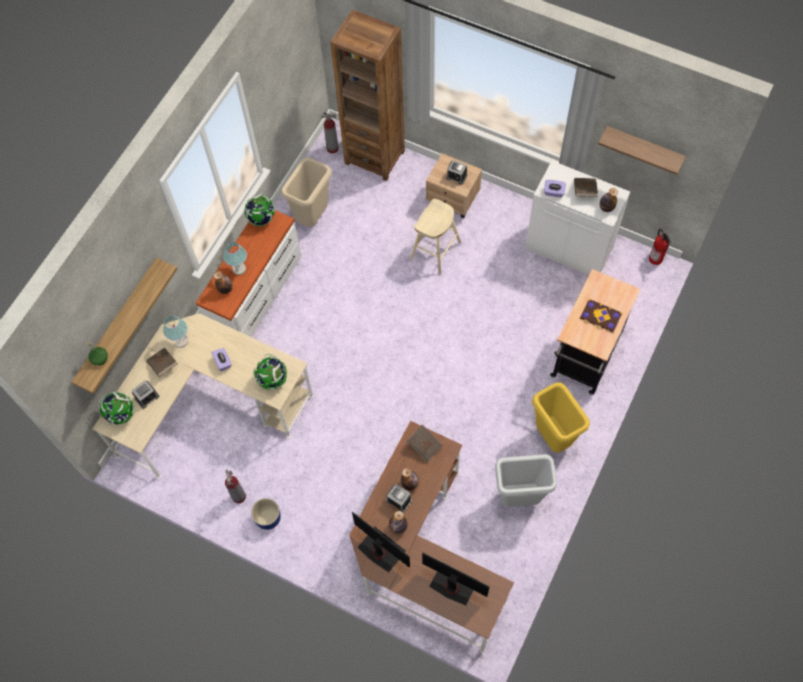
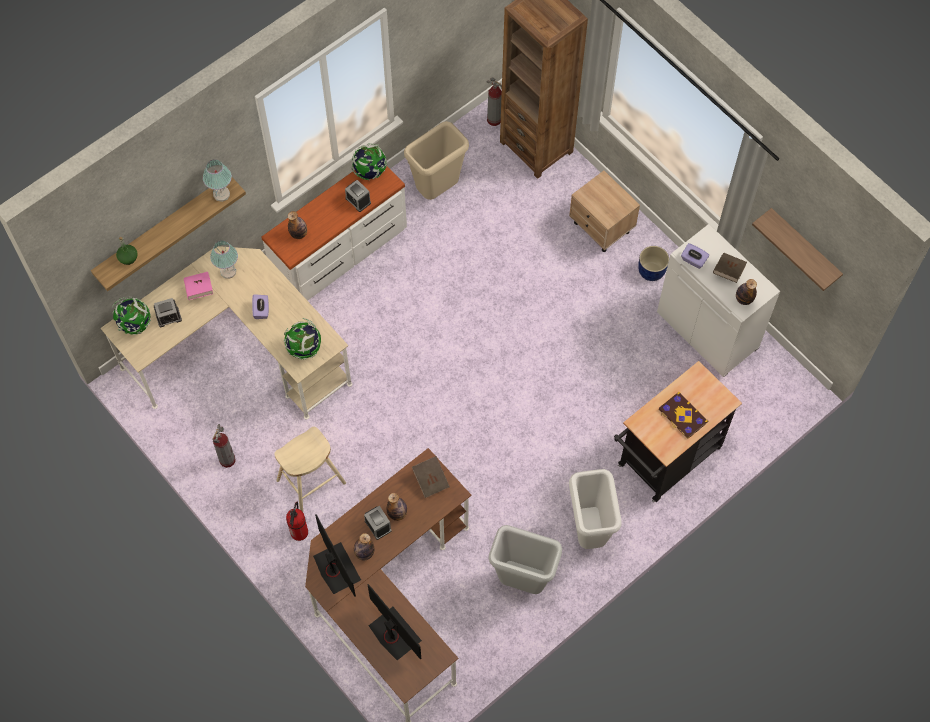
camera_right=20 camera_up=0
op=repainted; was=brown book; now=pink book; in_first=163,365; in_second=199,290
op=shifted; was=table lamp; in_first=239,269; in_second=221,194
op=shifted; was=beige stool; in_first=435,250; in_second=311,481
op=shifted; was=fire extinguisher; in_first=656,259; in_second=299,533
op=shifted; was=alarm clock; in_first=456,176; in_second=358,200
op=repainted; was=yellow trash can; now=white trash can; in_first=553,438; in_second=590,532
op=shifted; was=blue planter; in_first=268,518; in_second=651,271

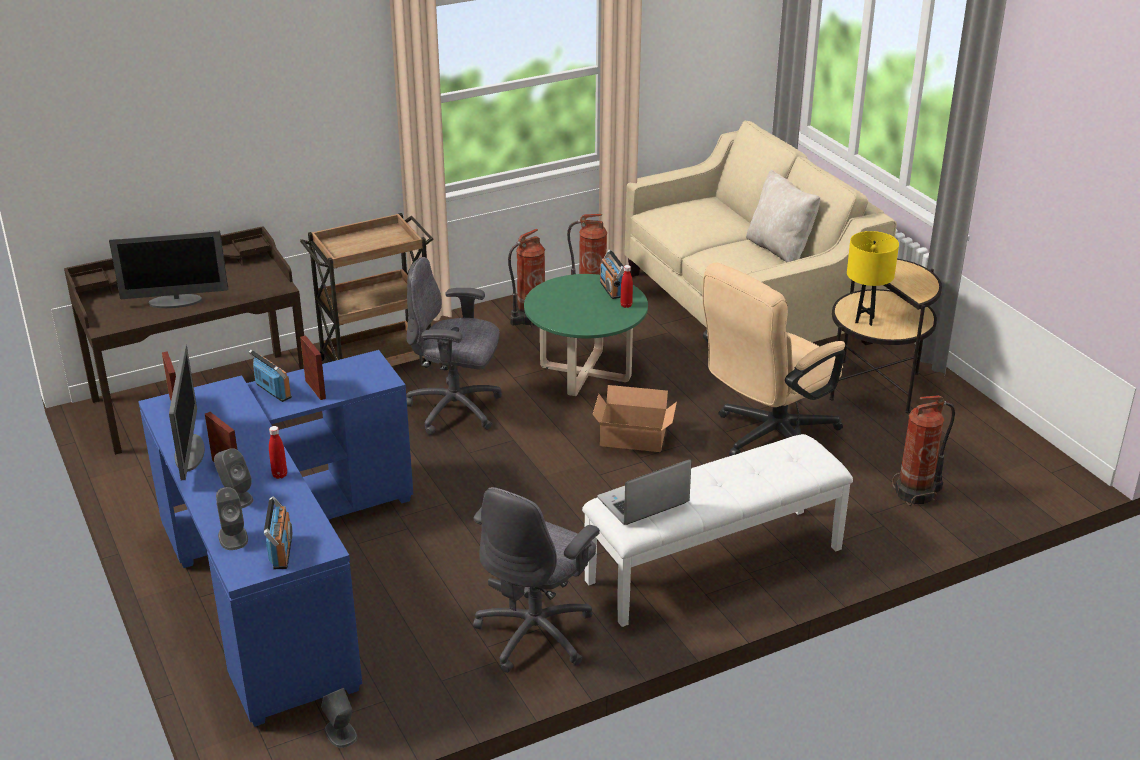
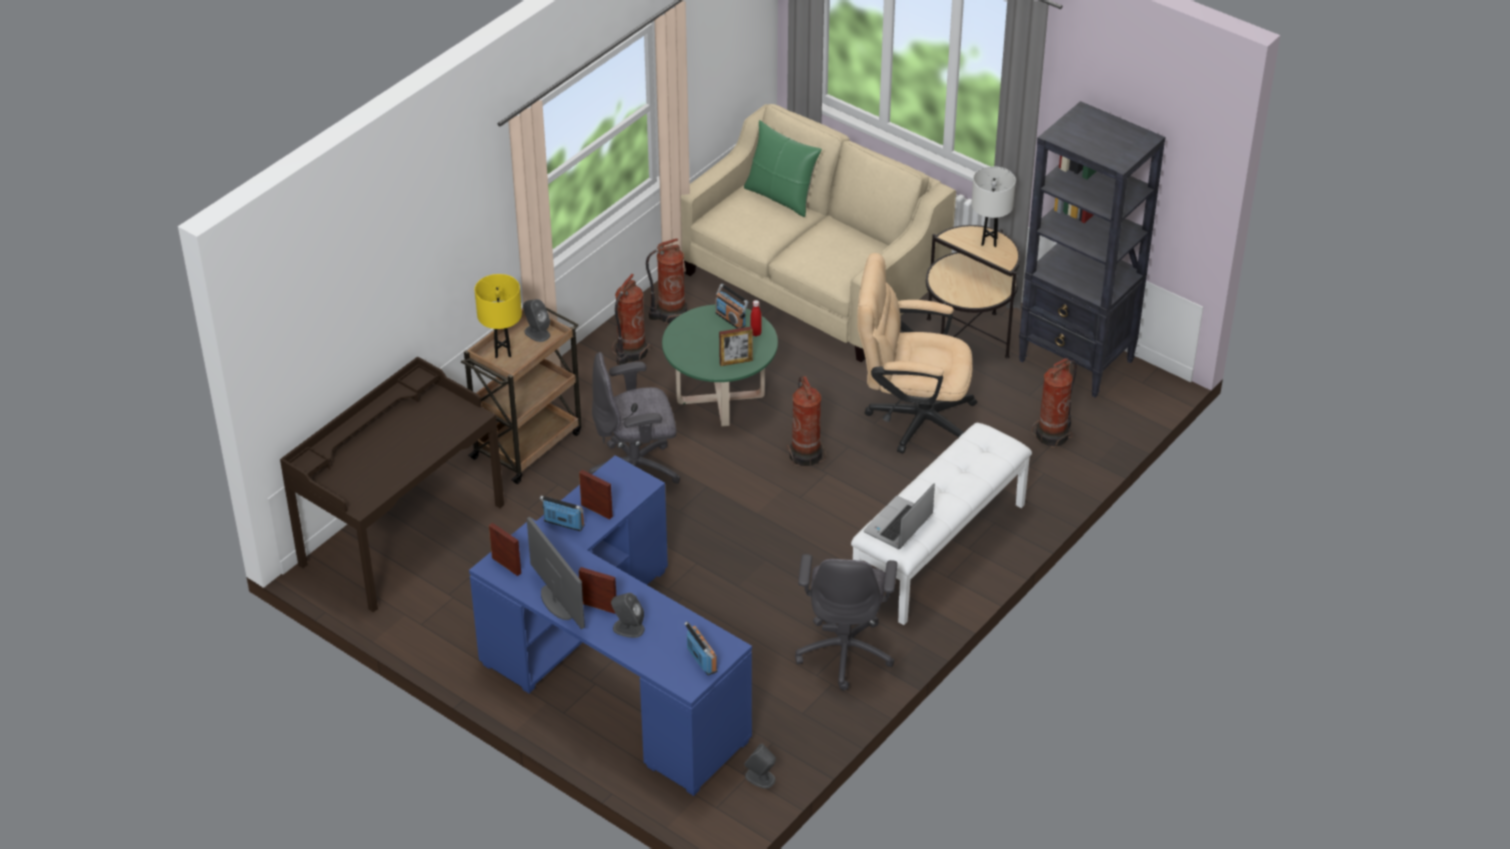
camera_right=-25 camera_up=10
op=shifted; was=yellow table lamp; in_first=864,320; in_second=502,352
op=shifted; was=grey speaker; in_first=233,537; in_second=537,333
op=new; now=picture frame; in_second=736,362
op=new; now=green pillow; in_second=781,197
op=swapped; was=cardboard box; now=fire extinguisher; in_first=634,439; in_second=805,454
op=rotated; was=beige office chair; in_first=767,437; in_second=911,418; clockwise=75
op=new; now=white table lamp; in_second=989,242
op=new; now=black bookcase; in_second=1077,361
op=gone; was=monitor; in_first=176,302
op=gone; was=red bottle; in_first=279,475
op=gone; was=beige pillow; in_first=780,250

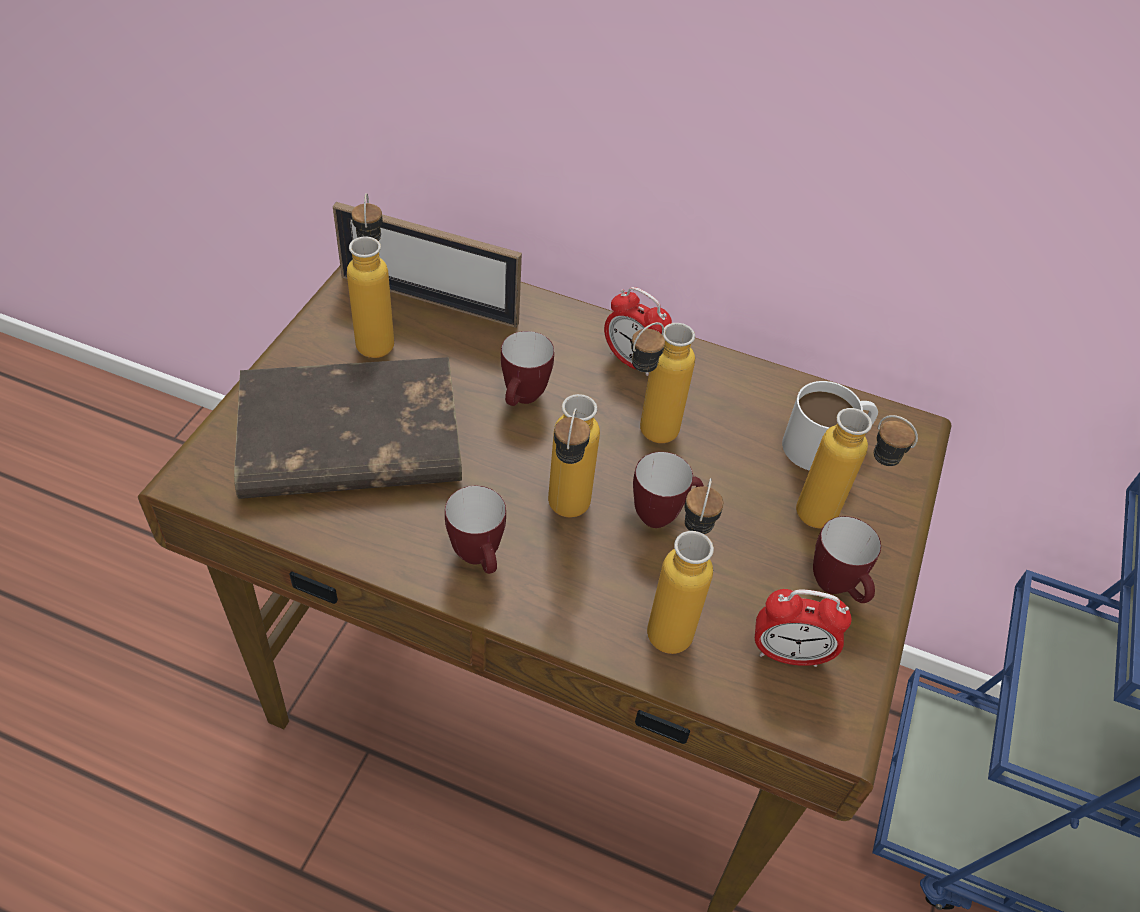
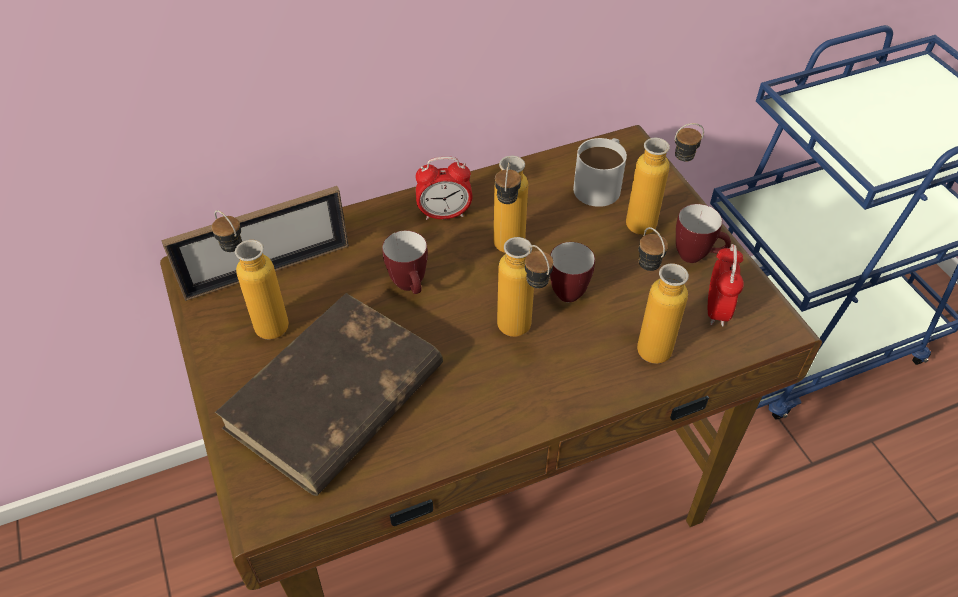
camera_right=-40 camera_up=0
op=rotated; was=alarm clock; in_first=788,654; in_second=716,310; clockwise=-45
op=gone; was=mug; in_first=479,559

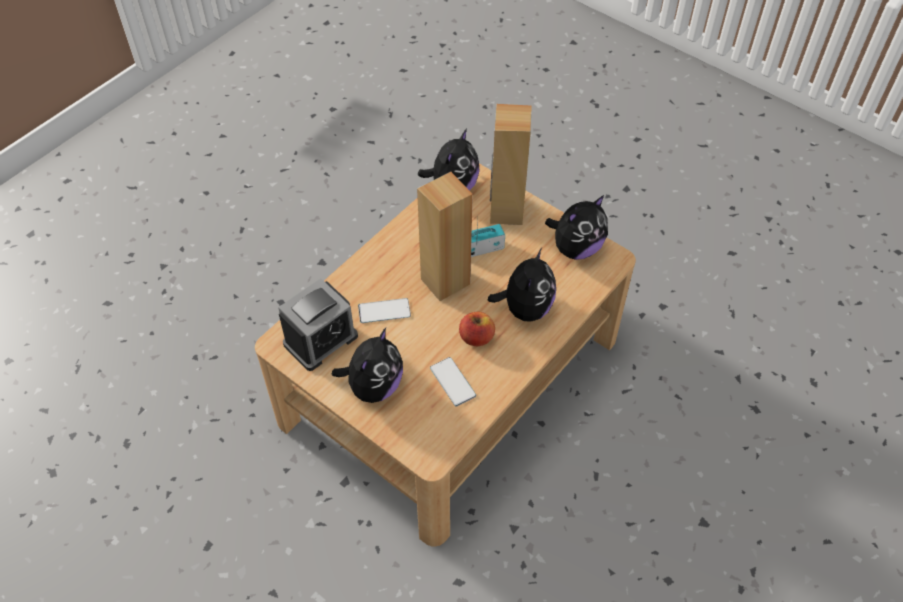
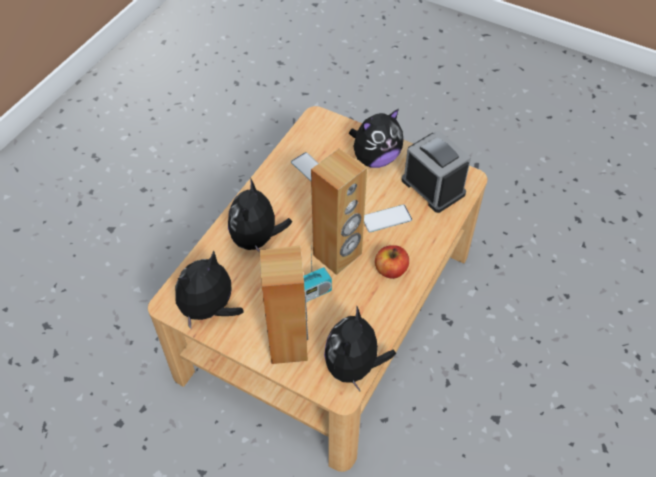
camera_right=170 camera_up=0
op=rotated; was=plush toy; in_first=374,386; in_second=375,158; clockwise=-135
op=shifted; was=apple; in_first=476,337; in_second=391,270
op=rotated; was=alarm clock; in_first=320,340; in_second=433,187; clockwise=105

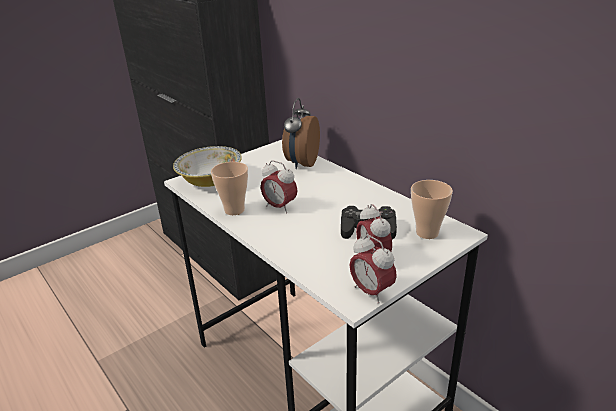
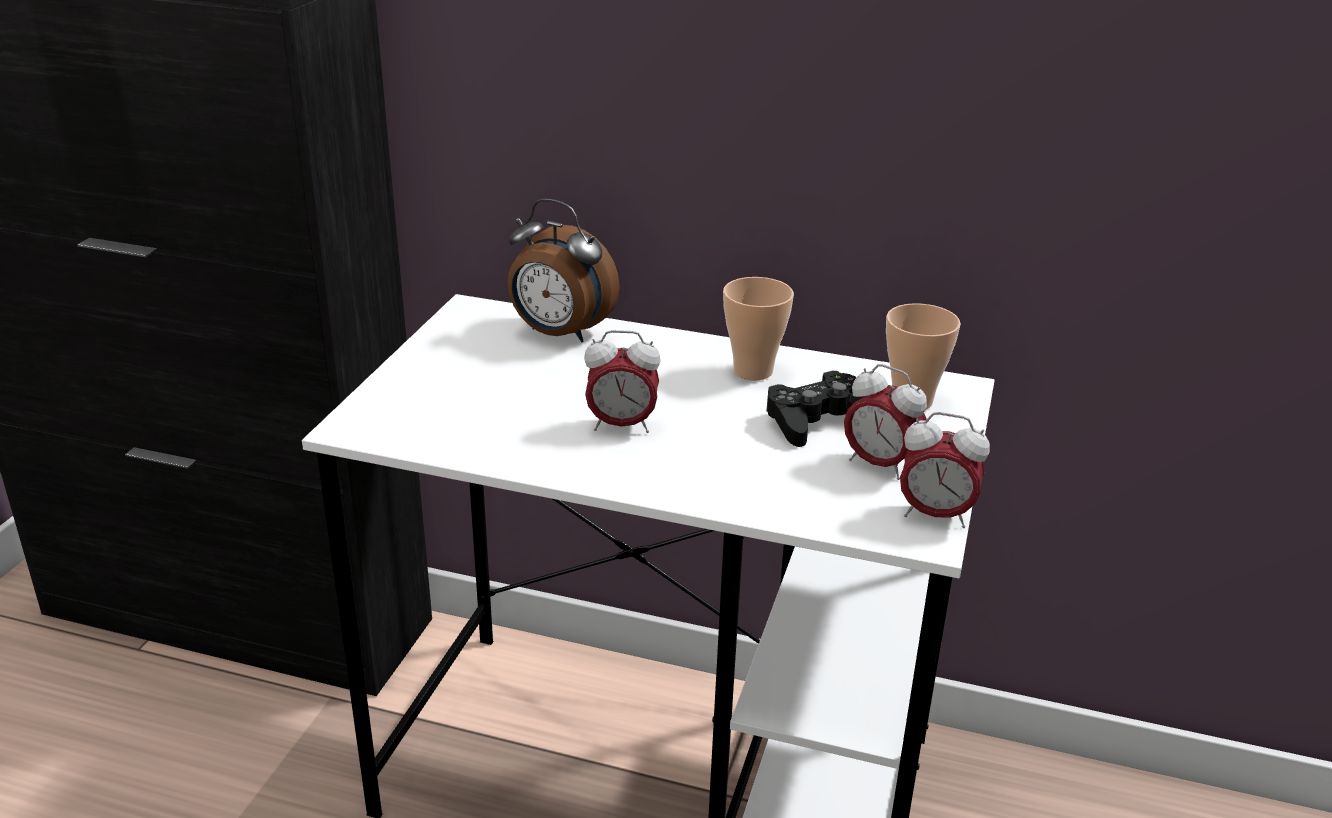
camera_right=-35 camera_up=0
op=rotated; was=alarm clock; in_first=301,163; in_second=559,334; clockwise=-45
op=shifted; was=cup; in_first=234,210; in_second=753,371
op=gone; was=bowl; in_first=210,181

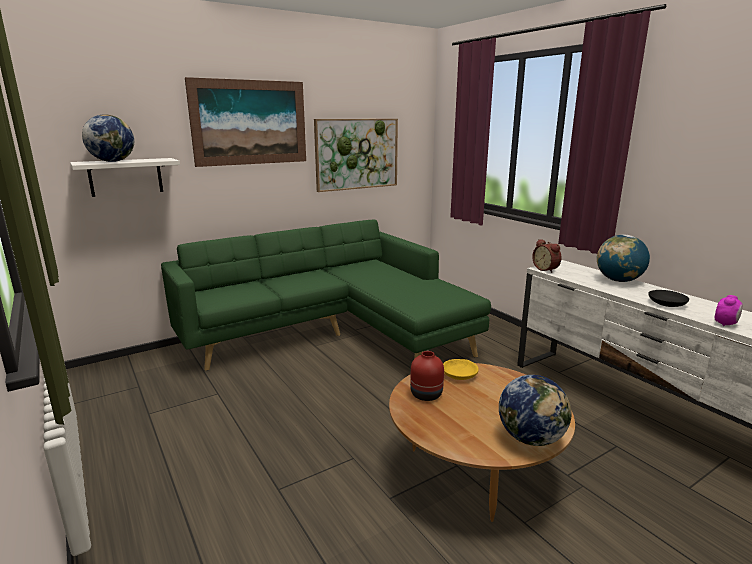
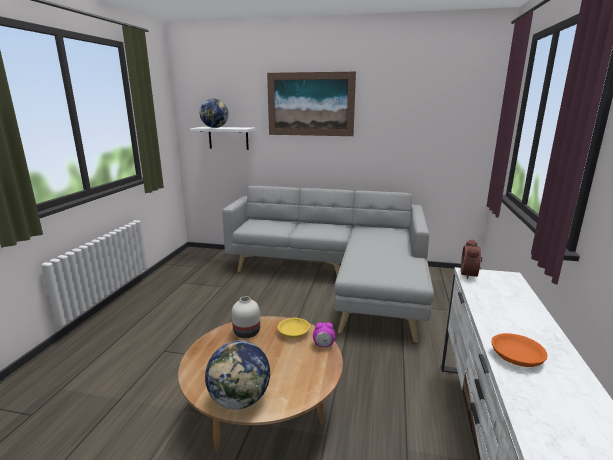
camera_right=45 camera_up=0
op=repainted; was=green sofa; now=grey sofa; in_first=338,336; in_second=339,281
op=repainted; was=red vase; now=white vase; in_first=426,395; in_second=246,333
op=shifted; was=alarm clock; in_first=725,324; in_second=323,345
op=repainted; was=black bowl; now=orange bowl; in_first=666,303; in_second=515,356
op=gone; was=picture; in_first=357,154
op=gone; was=globe; in_first=618,280

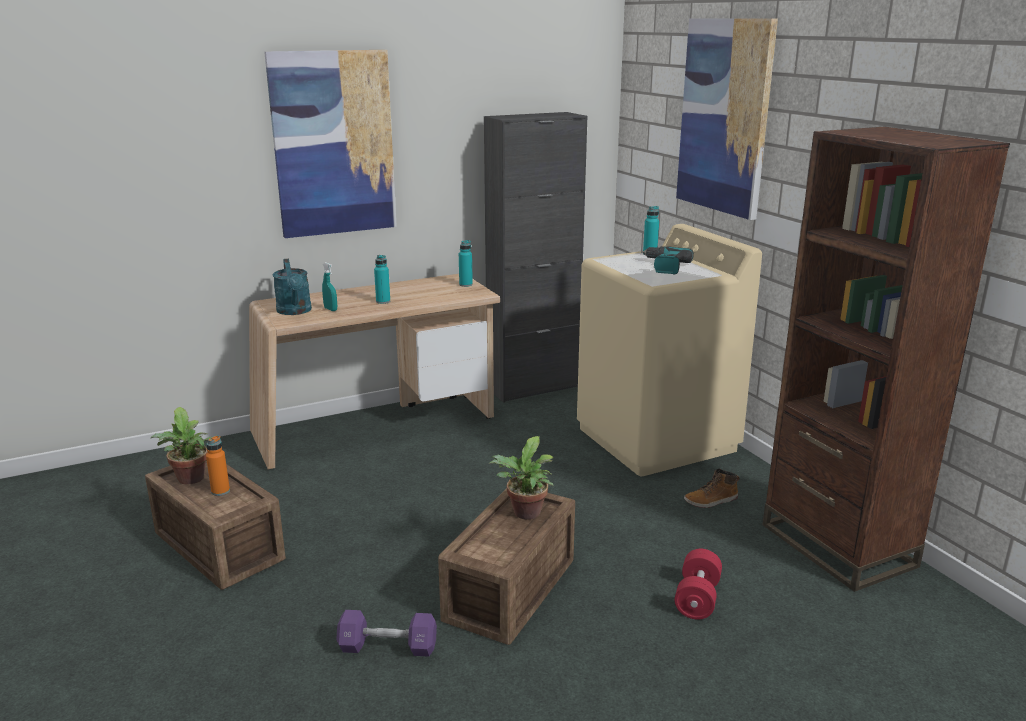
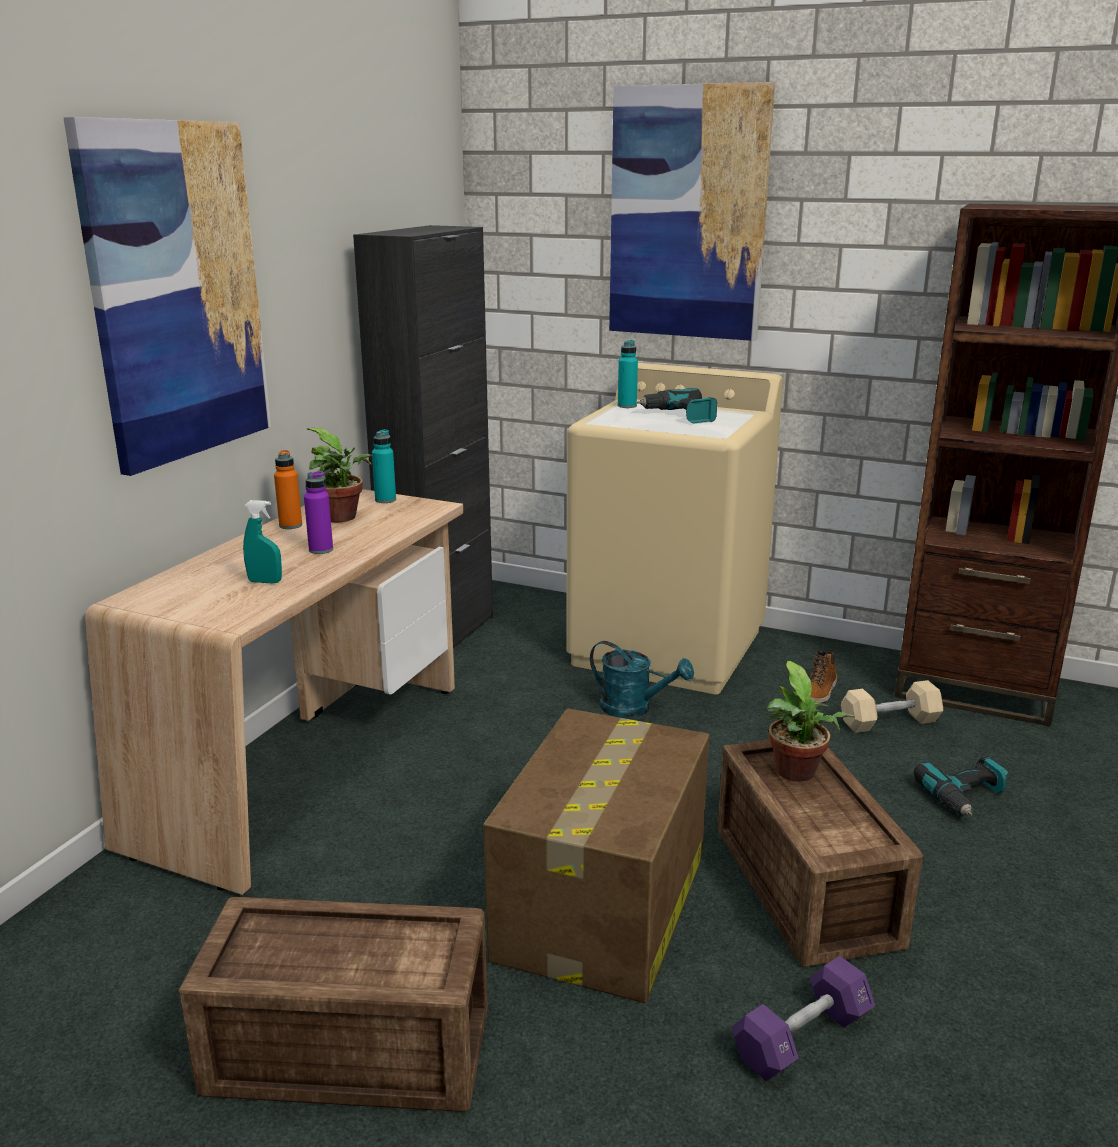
camera_right=-40 camera_up=0
op=shifted; was=orange bottle; in_first=220,491; in_second=290,525
op=repainted; was=turquoise bottle; now=purple bottle; in_first=383,301; in_second=321,550
op=shifted; was=potted plant; in_first=191,480; in_second=343,518
op=new; now=cardboard box; in_second=601,909
op=shifted; was=turquoise watering can; in_first=295,311; in_second=634,708
op=new; now=beige dumbbell; in_second=889,722
op=swapped; was=red dumbbell; now=power drill; in_first=697,598; in_second=965,797

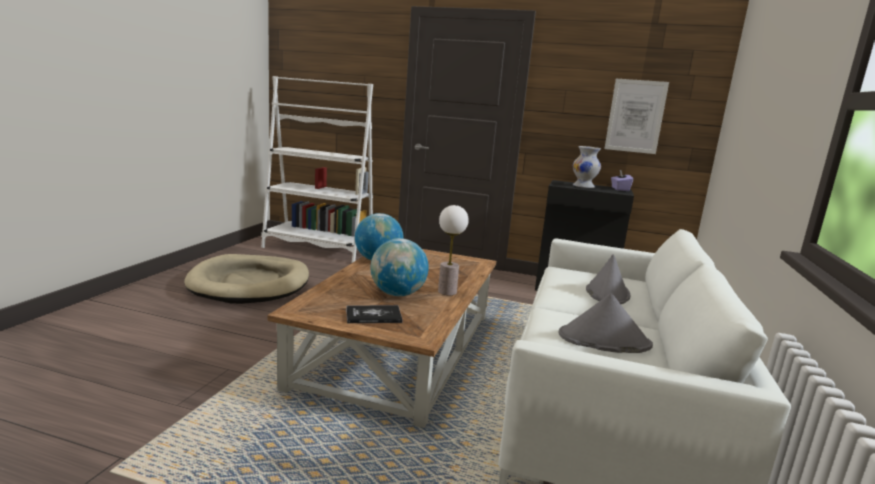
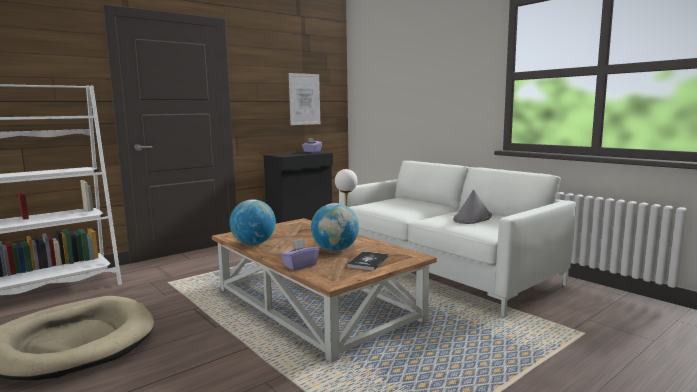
camera_right=-55 camera_up=-5
op=new; now=purple tissue box; in_second=300,266
op=gone; was=white vase; in_first=584,186
op=gone; was=grey hat; in_first=607,292

